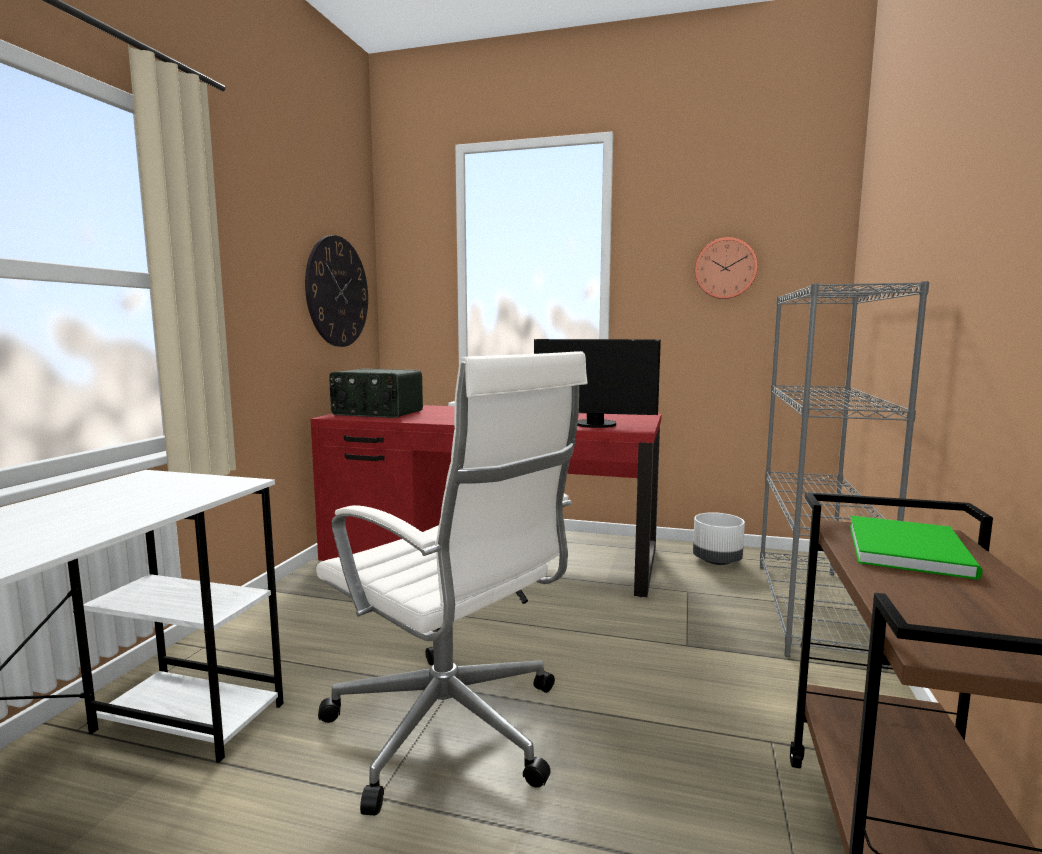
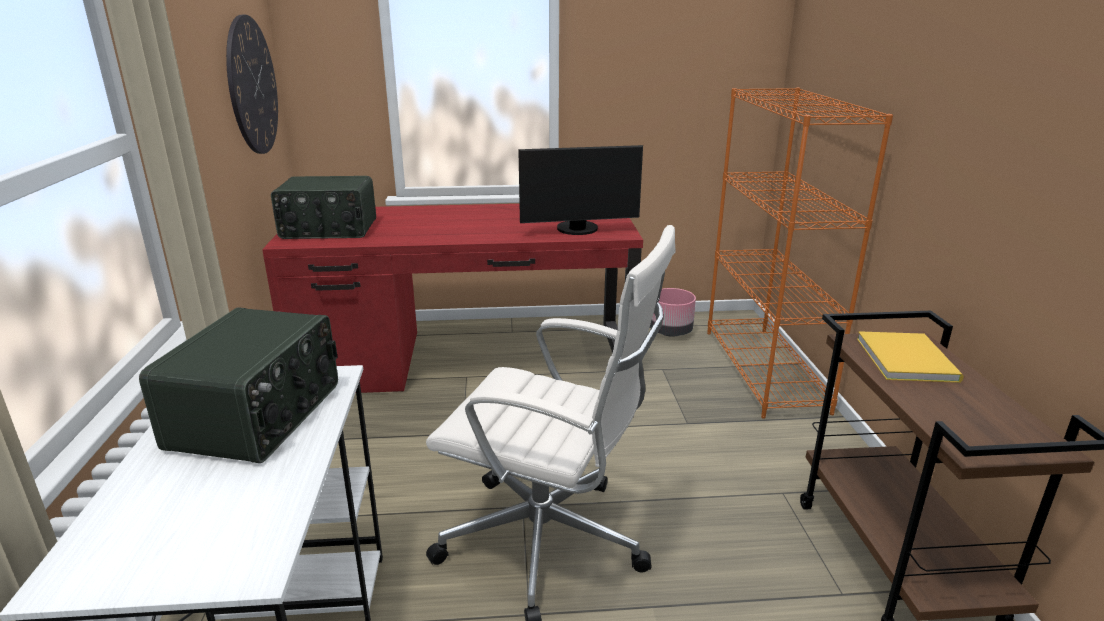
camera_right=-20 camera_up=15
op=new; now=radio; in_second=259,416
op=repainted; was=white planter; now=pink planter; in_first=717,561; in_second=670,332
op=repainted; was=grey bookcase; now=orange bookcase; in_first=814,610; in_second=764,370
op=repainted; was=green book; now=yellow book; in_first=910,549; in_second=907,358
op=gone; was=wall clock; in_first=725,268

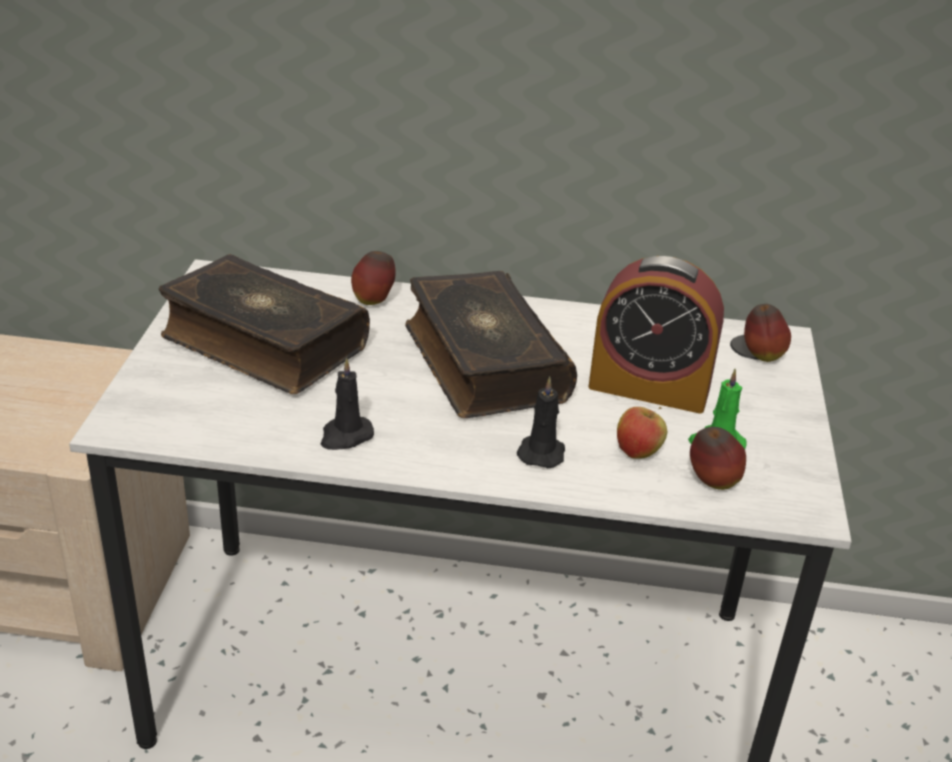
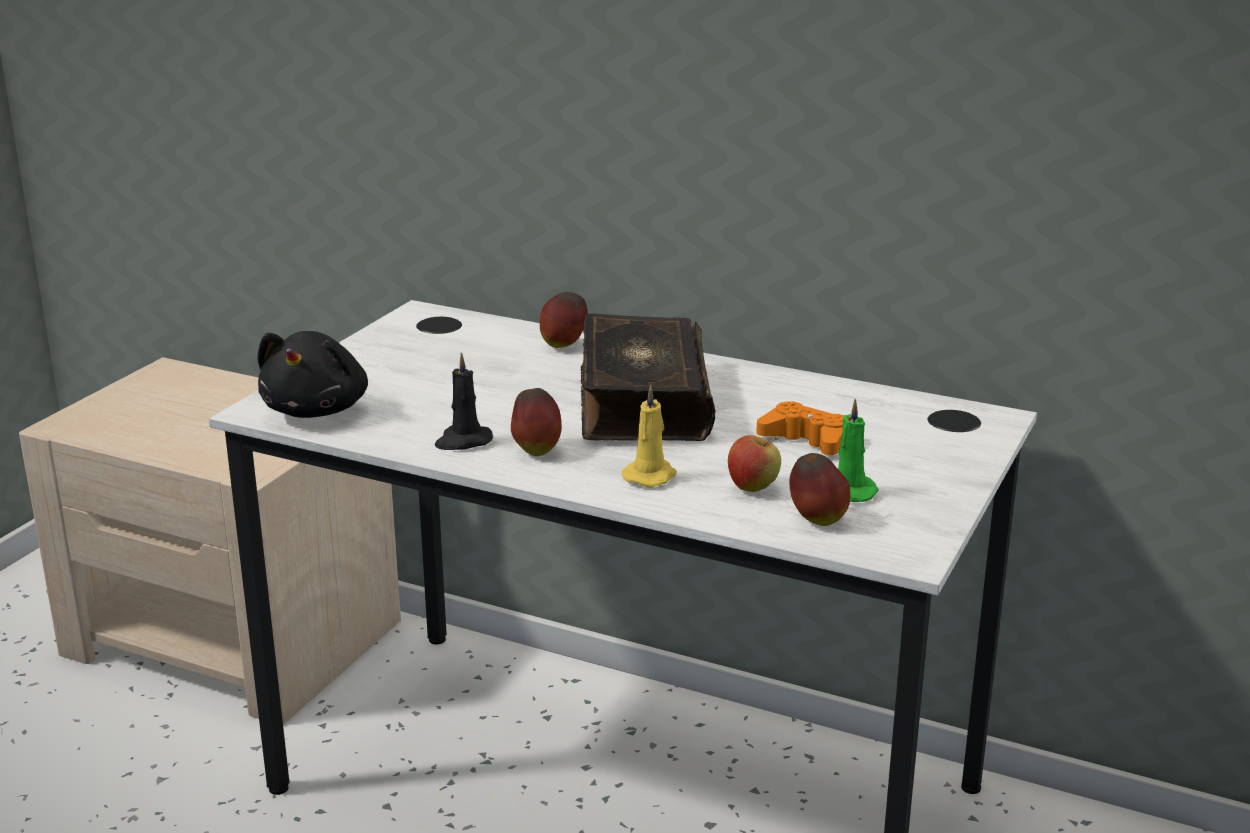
camera_right=20 camera_up=-10
op=new; now=black plush toy; in_second=318,409
op=shifted; was=apple; in_first=761,355; in_second=536,451
op=repainted; was=black candle; now=yellow candle; in_first=541,452; in_second=651,475
op=swapped; was=alarm clock; now=orange game controller; in_first=649,387; in_second=806,440
op=gone; was=book; in_first=262,343

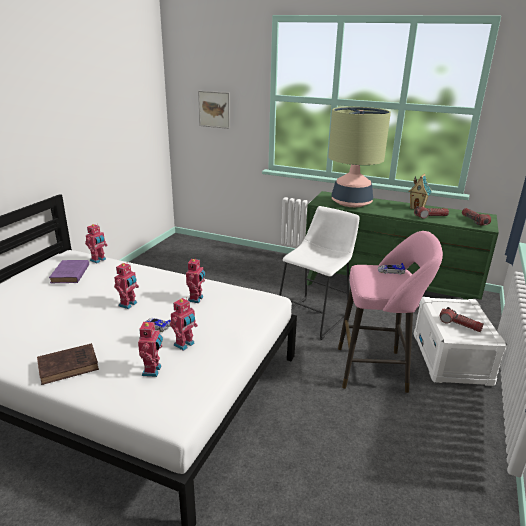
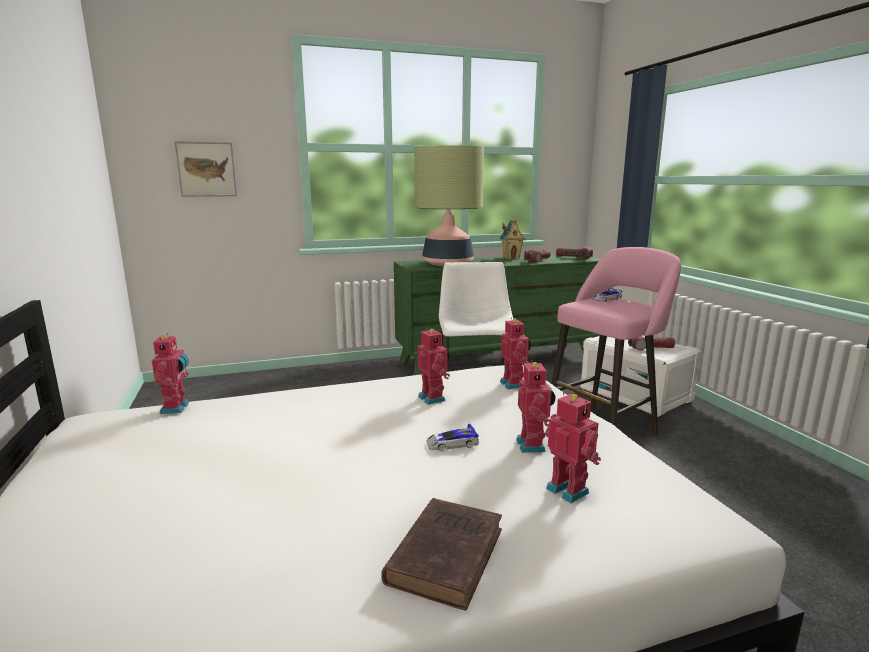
camera_right=-40 camera_up=-10
op=shifted; was=toy robot; in_first=129,304; in_second=514,384
op=gone; was=purple book; in_first=70,274

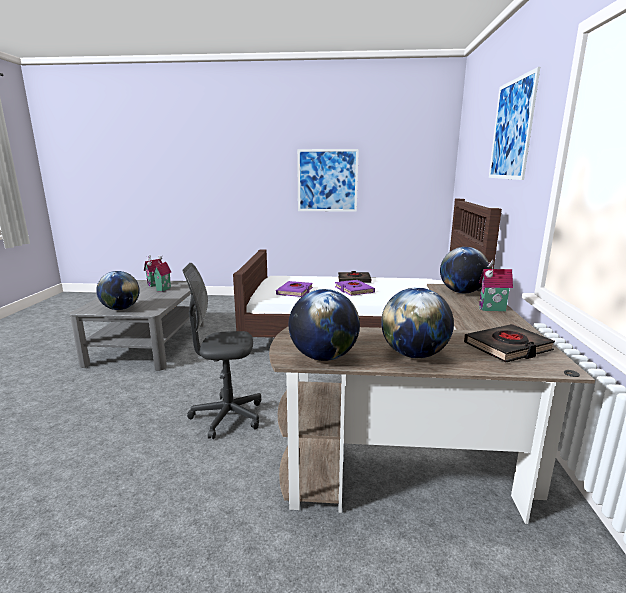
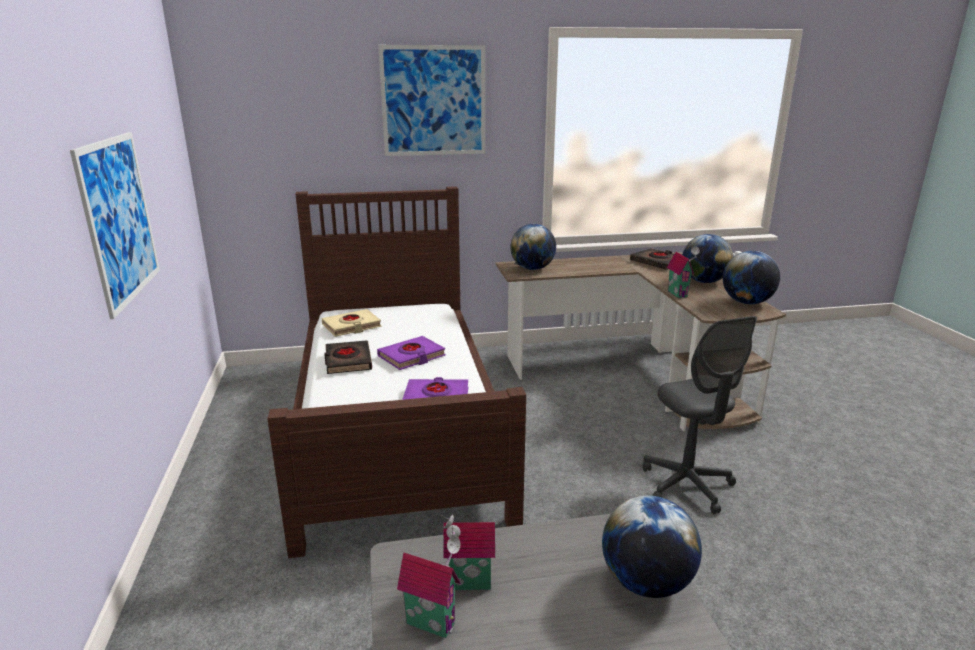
camera_right=-105 camera_up=5
op=new; now=beige book; in_second=351,326
op=shifted; was=toy house; in_first=492,309; in_second=679,294

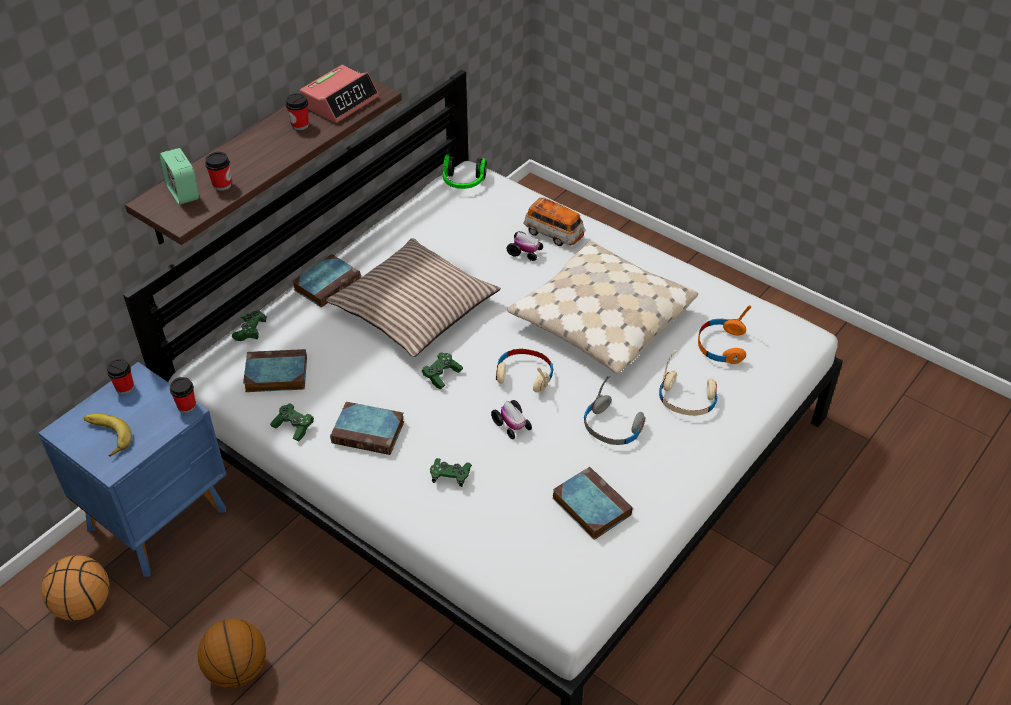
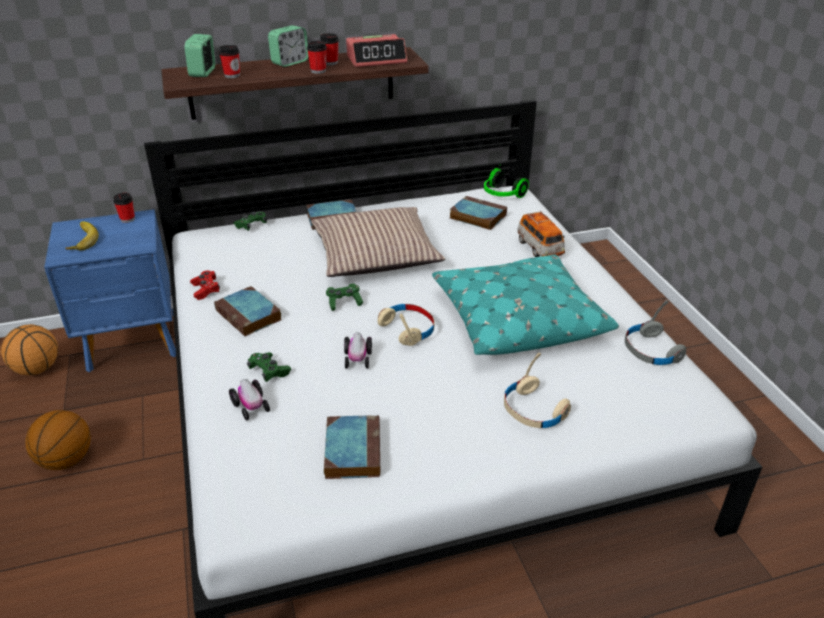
camera_right=35 camera_up=-10
op=repainted; was=green game controller; now=red game controller; in_first=293,427; in_second=206,290
op=shifted; was=toy car; in_first=525,252; in_second=251,406
op=new; now=alarm clock; in_second=290,62
op=shifted; was=cup; in_first=187,406; in_second=318,71
op=repainted; was=beige pillow; now=turquoise pillow; in_first=601,319; in_second=517,319
op=shifted; was=book; in_first=275,375; in_second=476,216
op=shifted; was=grey headphones; in_first=612,427; in_second=651,351
op=gone; was=orange headphones; in_first=721,346

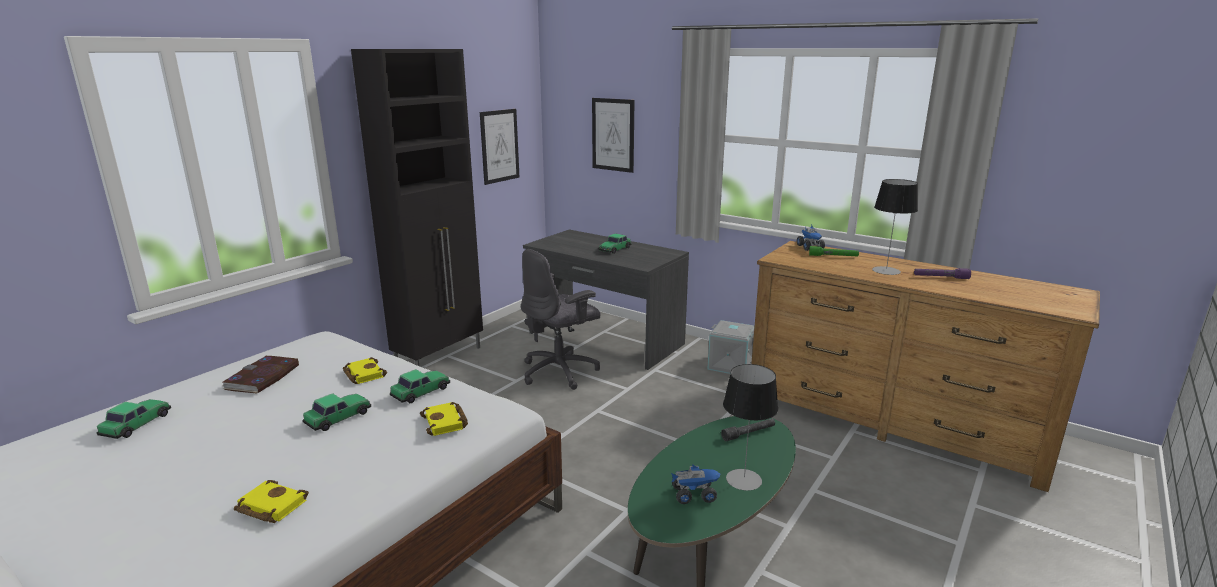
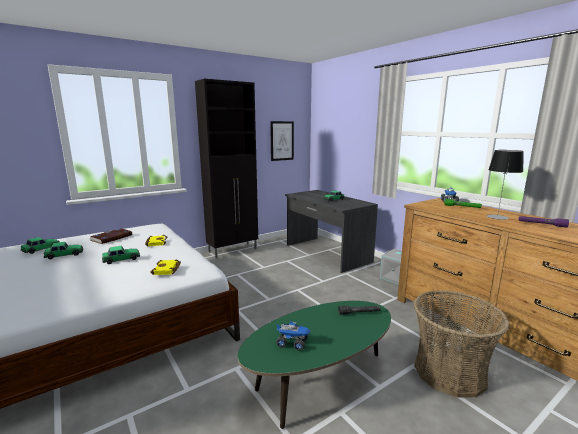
camera_right=20 camera_up=-5
op=shifted; was=toy car; in_first=421,391; in_second=64,255
op=new; now=basket; in_second=449,371
op=gone; was=yellow book; in_first=269,506
op=gone; was=grey office chair; in_first=560,371
op=gone; was=picture; in_first=613,135
op=gone; was=table lamp; in_first=744,479

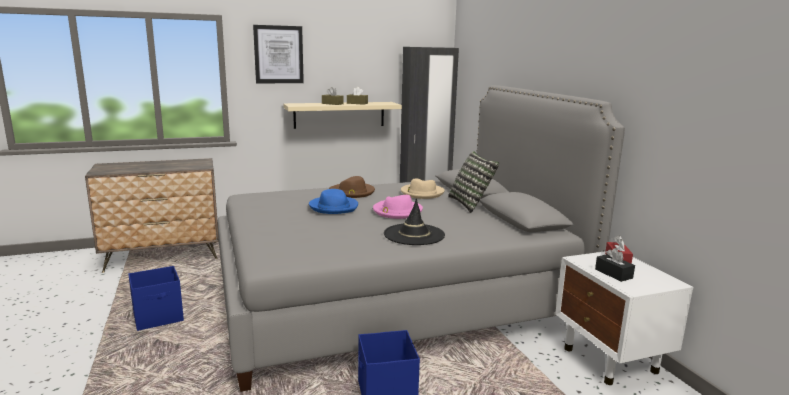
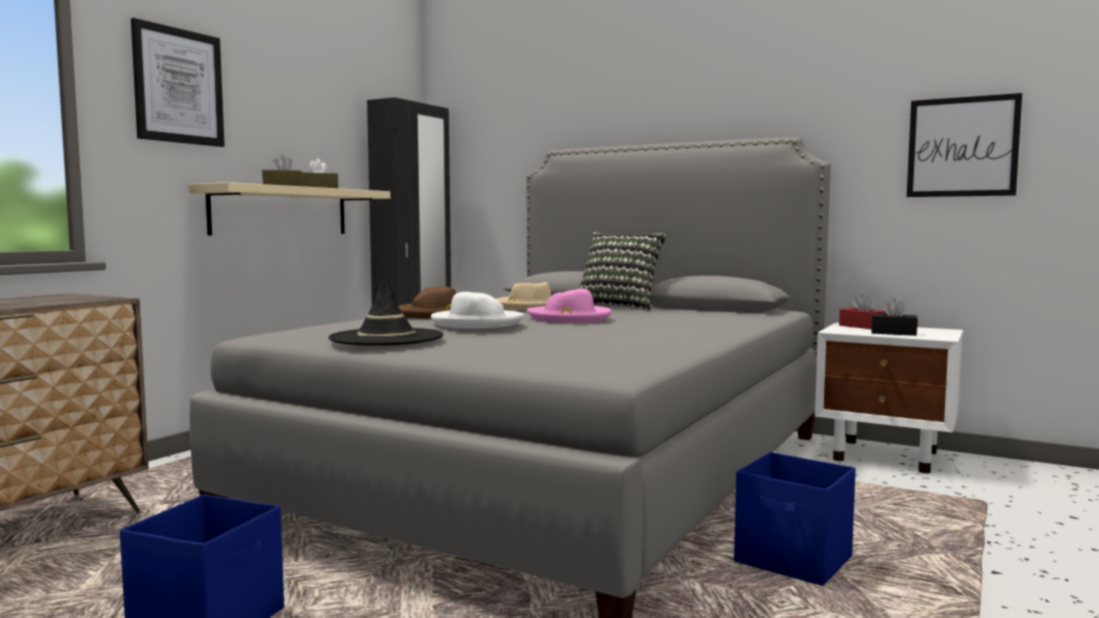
camera_right=-40 camera_up=-10
op=shifted; was=black hat; in_first=414,235; in_second=386,338
op=repainted; was=blue hat; now=white hat; in_first=334,207; in_second=476,323
op=new; now=picture; in_second=962,147

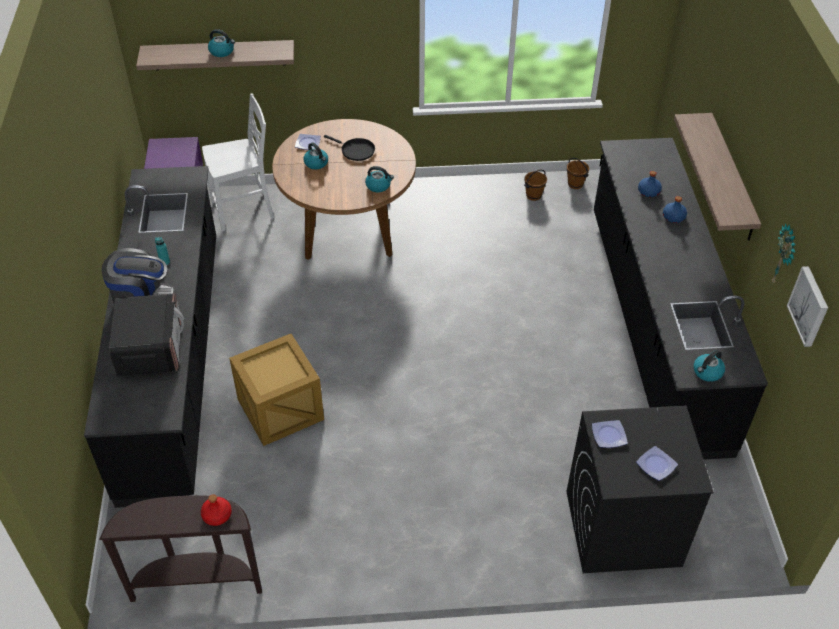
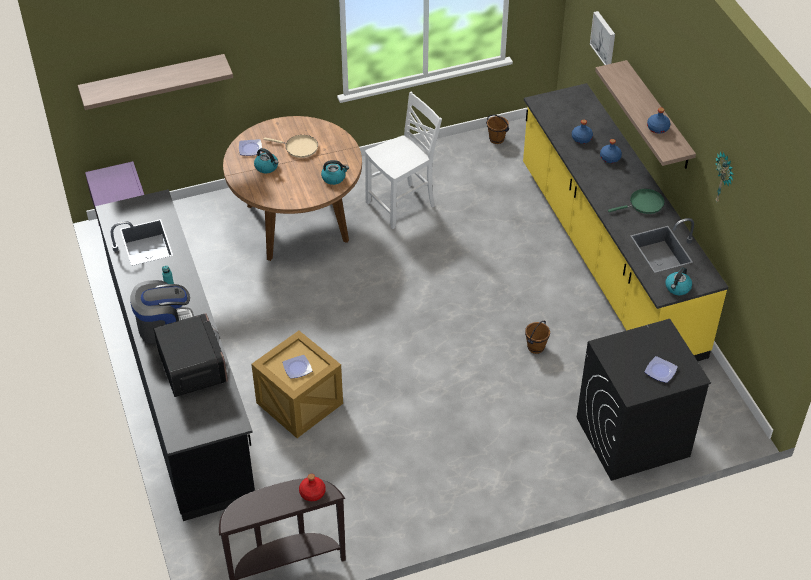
camera_right=-15 camera_up=0
op=repainted; was=black frying pan; now=beige frying pan; in_first=355,150; in_second=299,148
op=shifted; was=plate; in_first=608,436; in_second=297,369
op=shifted; was=white chair; in_first=244,210; in_second=402,205
op=repainted; was=black counter; now=yellow counter; in_first=654,325; in_second=608,258
op=shifted; was=brown bucket; in_first=533,196; in_second=536,347
op=shifted; was=picture; in_first=810,306; in_second=604,38
op=new; now=green frying pan; in_second=644,204
op=new; now=blue bottle; in_second=658,128
op=gone; was=kettle; in_first=222,51

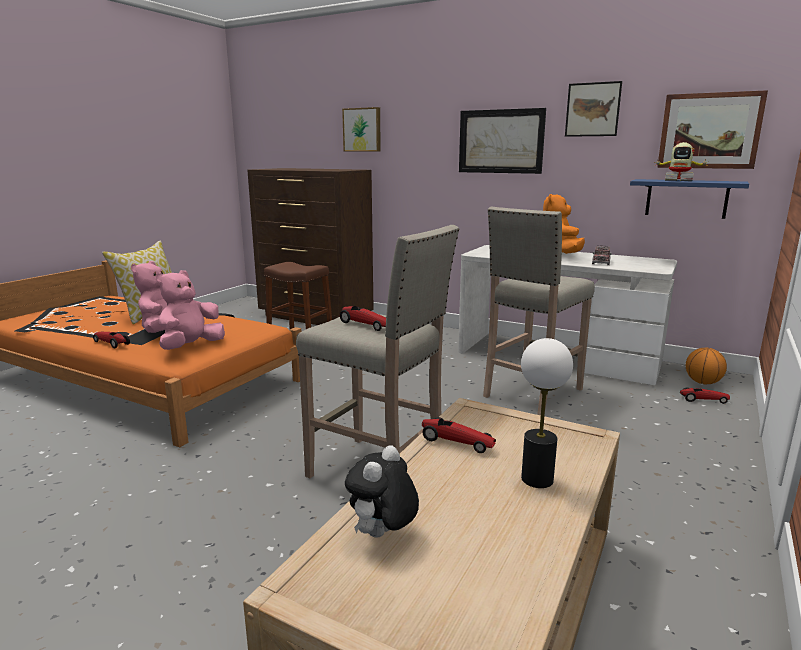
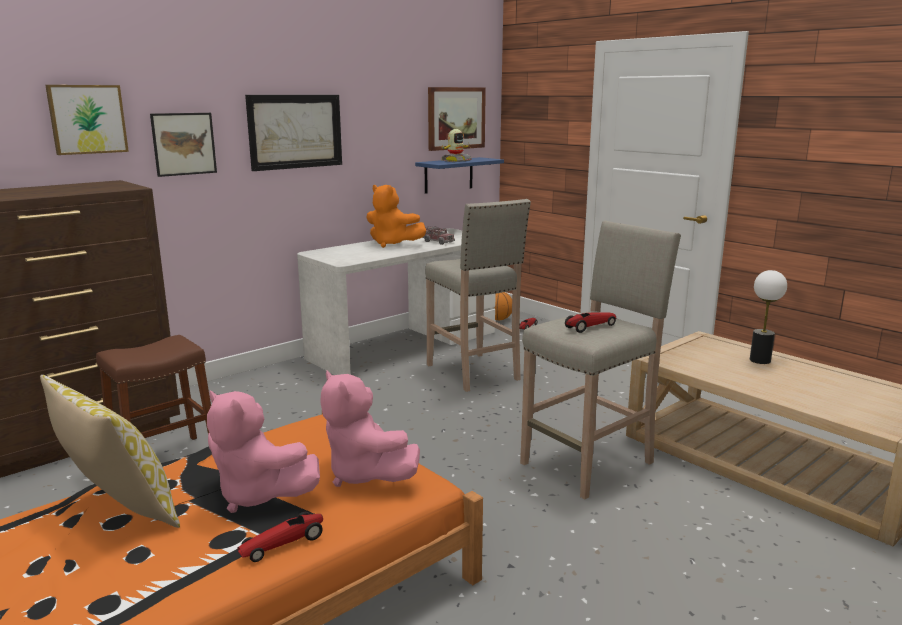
camera_right=-70 camera_up=0
op=shifted; was=picture; in_first=592,109; in_second=184,144
op=gone; was=plush toy; in_first=382,535
op=gone; was=toy car; in_first=456,442

